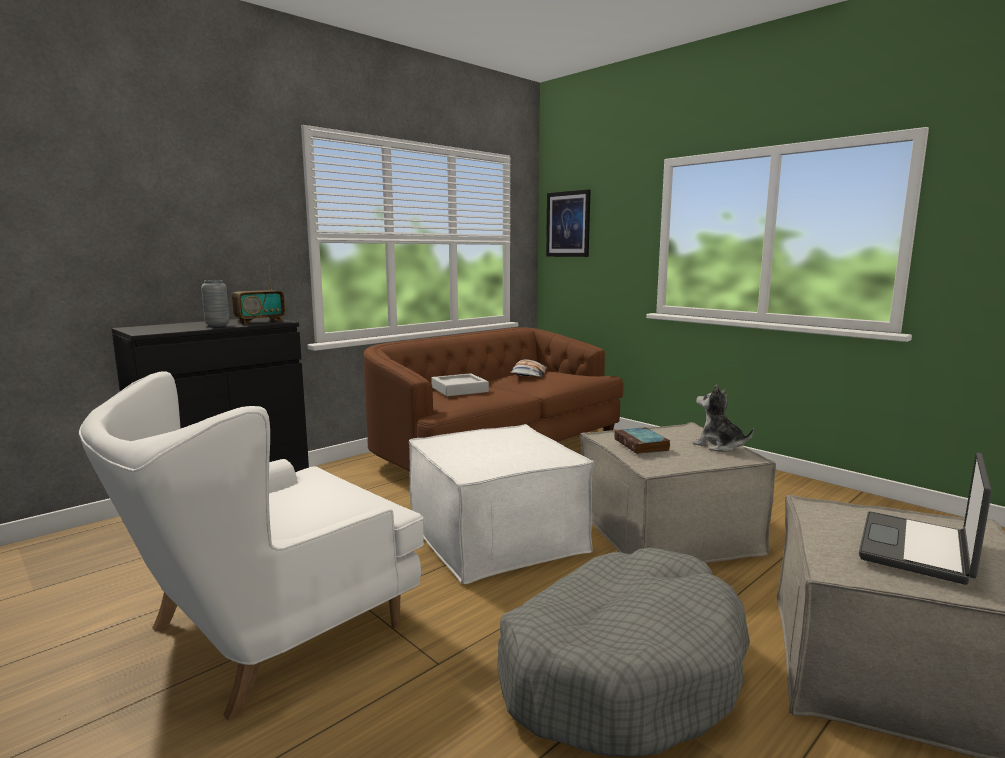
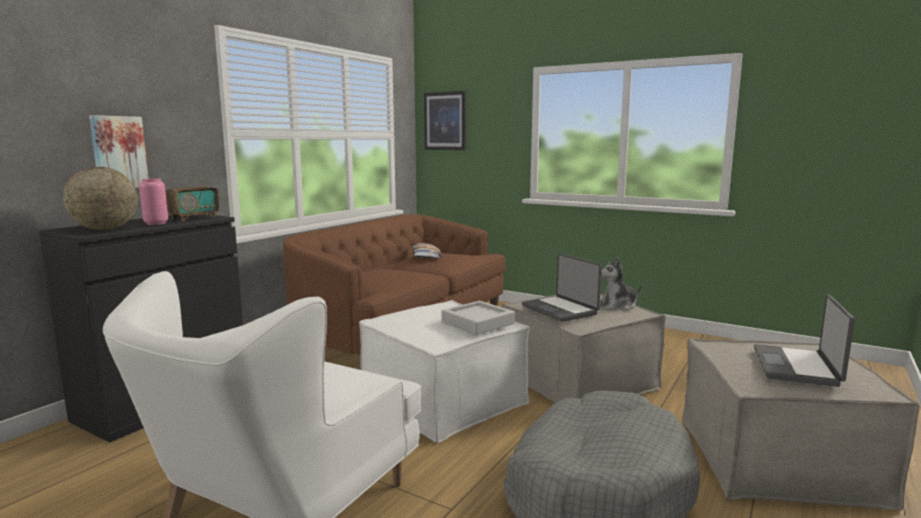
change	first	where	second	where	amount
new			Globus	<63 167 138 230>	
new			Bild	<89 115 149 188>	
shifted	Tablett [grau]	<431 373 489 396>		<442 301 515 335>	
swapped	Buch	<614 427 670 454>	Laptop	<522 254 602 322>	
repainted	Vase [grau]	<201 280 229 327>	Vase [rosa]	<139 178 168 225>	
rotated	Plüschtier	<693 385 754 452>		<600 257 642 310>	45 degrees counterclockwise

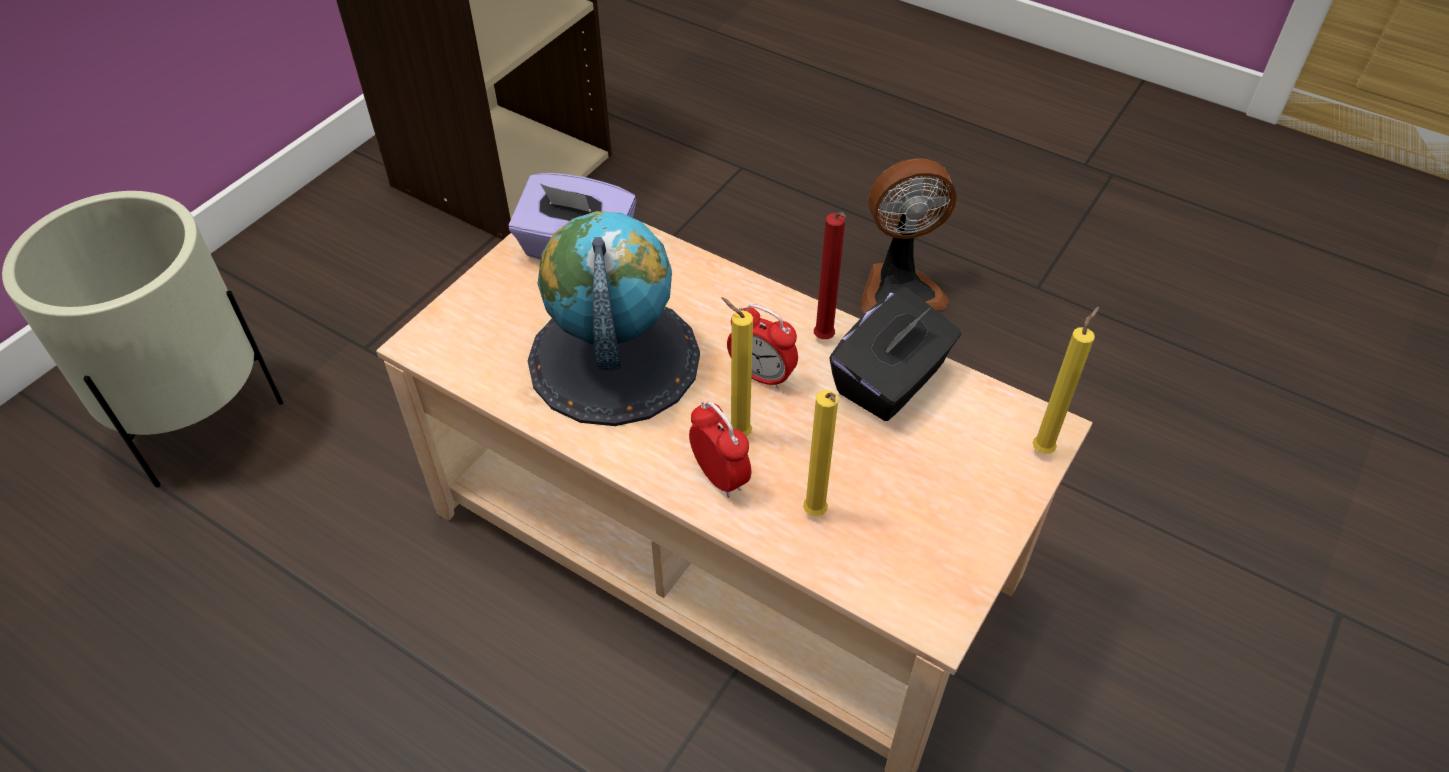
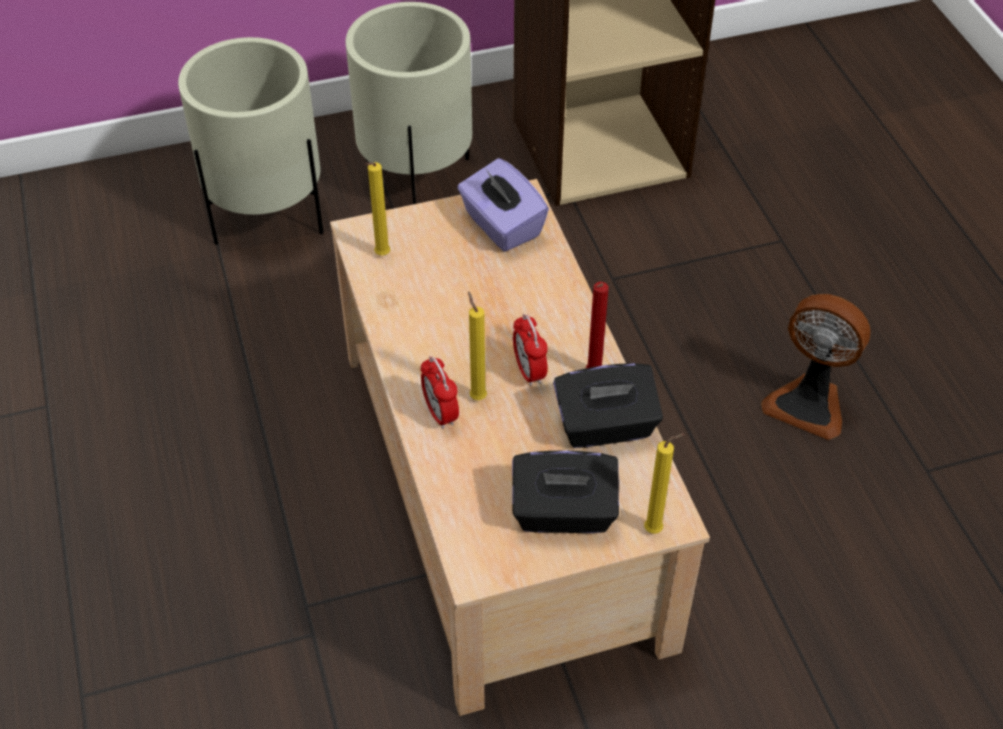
change	first	where	second	where	amount
gone	Globus	<528 211 700 426>			
new			Pflanzkübel [beige]	<345 2 472 204>	
new			Taschentuchbox [schwarz]	<512 450 619 533>	
shifted	Kerze [gelb]	<803 390 839 516>		<365 162 390 255>	
rotated	Wecker	<689 401 751 498>		<421 356 459 429>	150 degrees clockwise

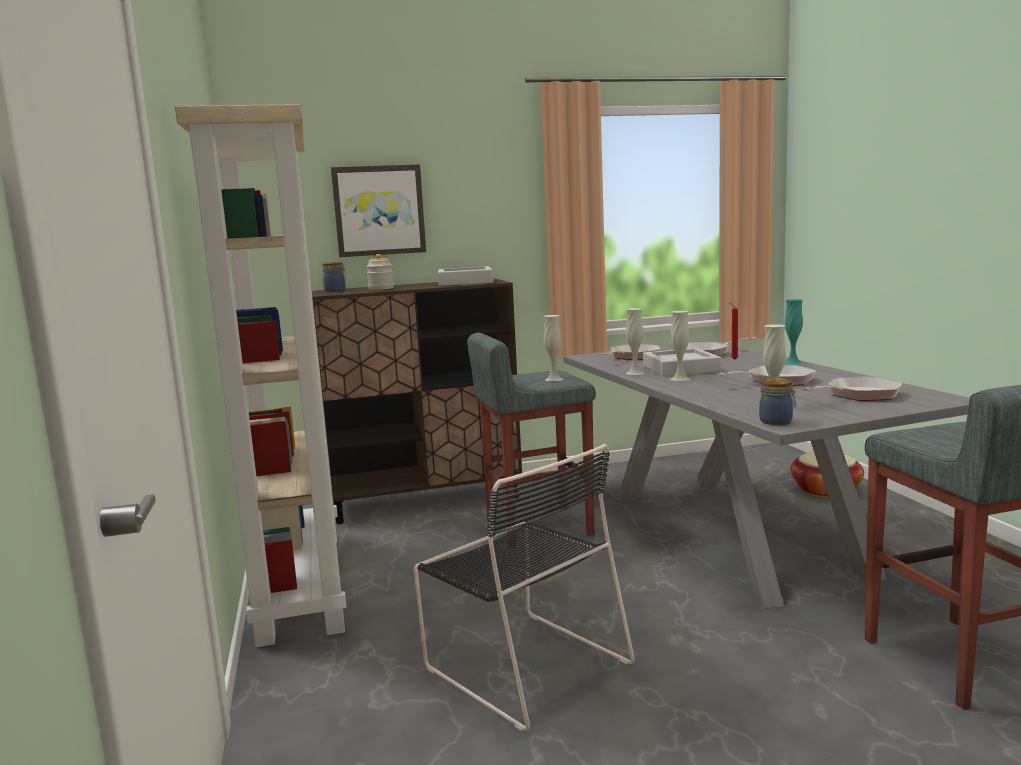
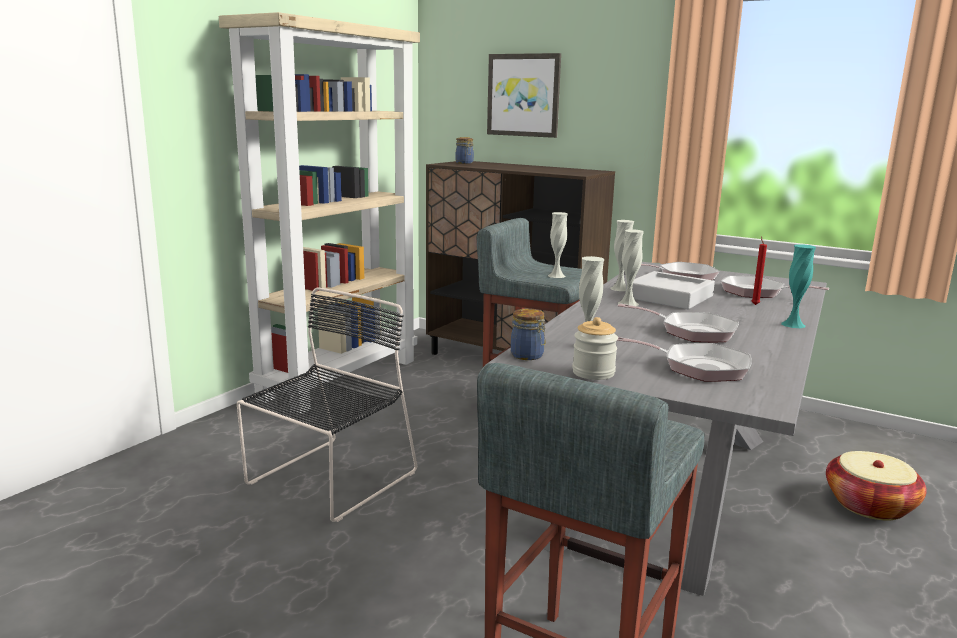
change	first	where	second	where	amount
gone	Tablett [grau]	<438 266 494 286>			
shifted	Vorratsglas	<366 254 394 290>		<572 317 618 380>	
rotated	Stuhl [schwarz]	<414 444 635 731>		<237 287 417 522>	150 degrees counterclockwise

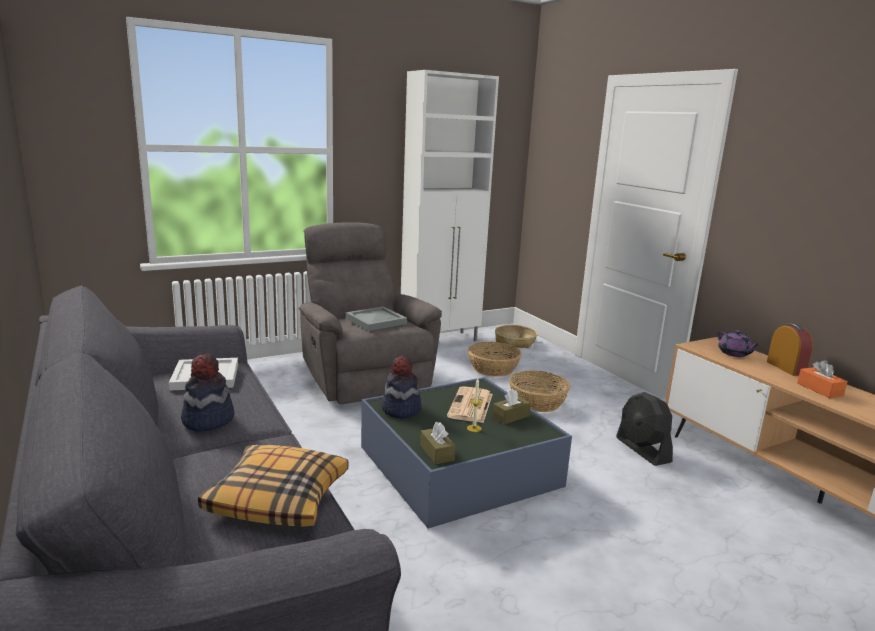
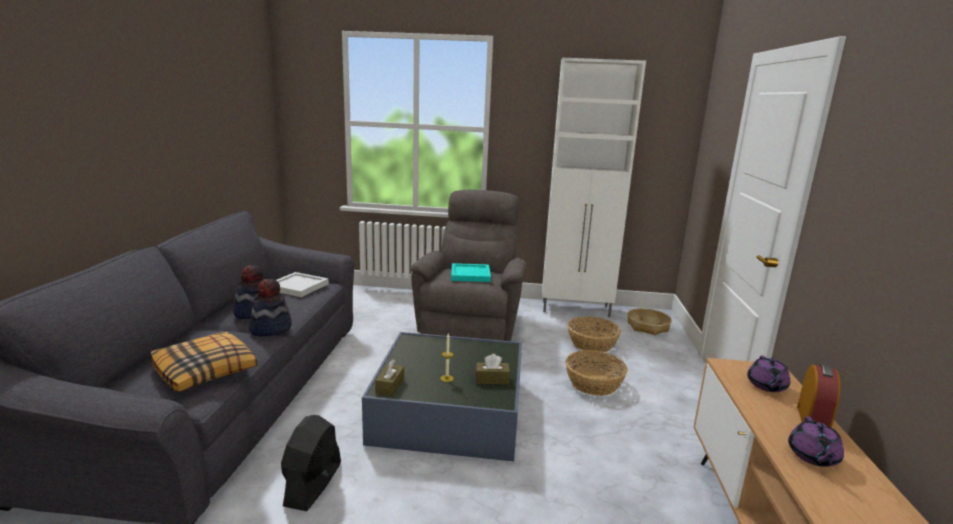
change	first	where	second	where	amount
gone	Zeitung	<447 386 493 423>			
shifted	Hut	<381 355 422 419>		<249 279 292 336>	
shifted	Ventilator [schwarz]	<616 392 673 466>		<281 415 341 511>	
swapped	Taschentuchbox [orange]	<797 360 848 398>	Teekanne [lila]	<788 416 844 467>	
repainted	Tablett [grau]	<346 306 407 331>	Tablett [türkis]	<451 263 491 282>	

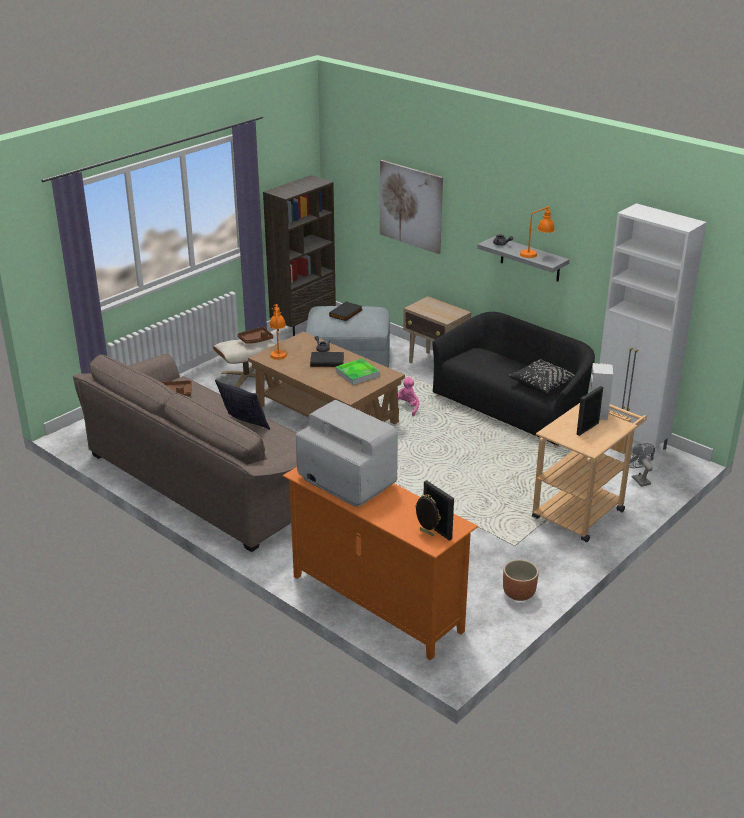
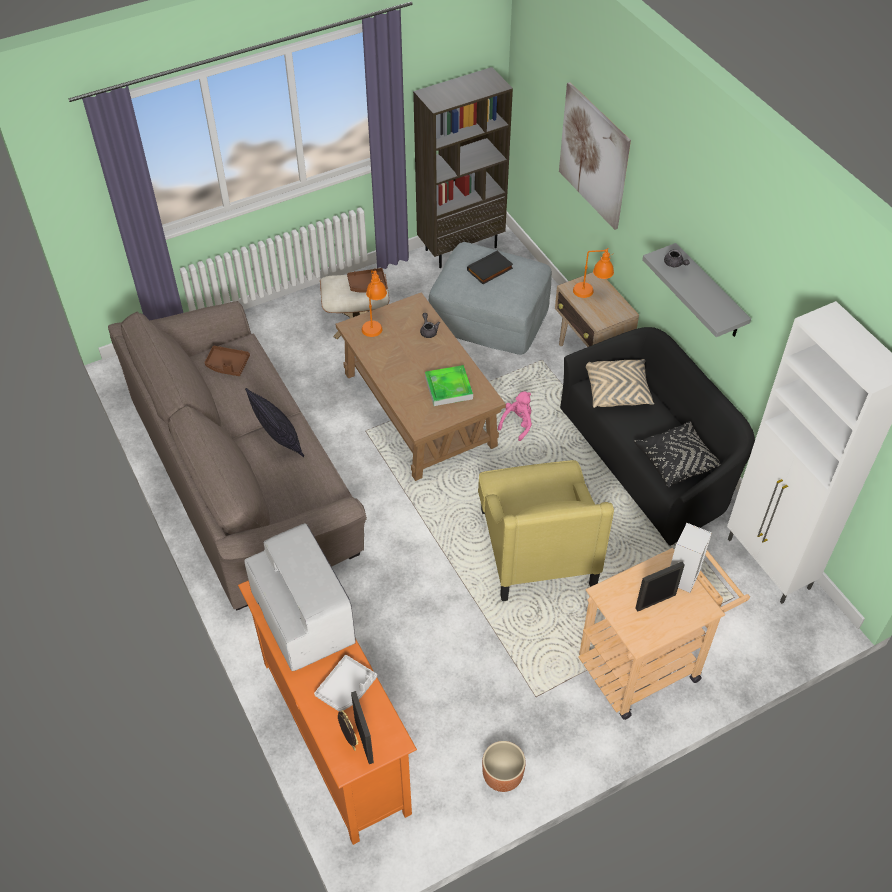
change	first	where	second	where	amount
gone	Buch [schwarz]	<310 352 344 367>			
gone	Ventilator [grau]	<630 443 655 487>			
new			Tablett [grau]	<314 655 377 711>	
new			Sessel [gelb]	<478 460 614 601>	
new			Kissen [beige]	<586 359 654 408>	
shifted	Tischlampe [orange]	<520 206 555 258>		<573 248 614 298>	

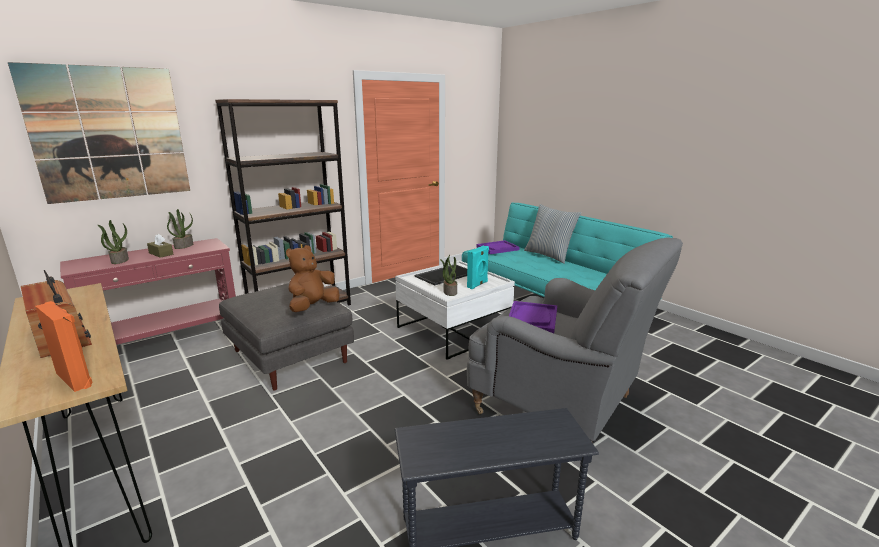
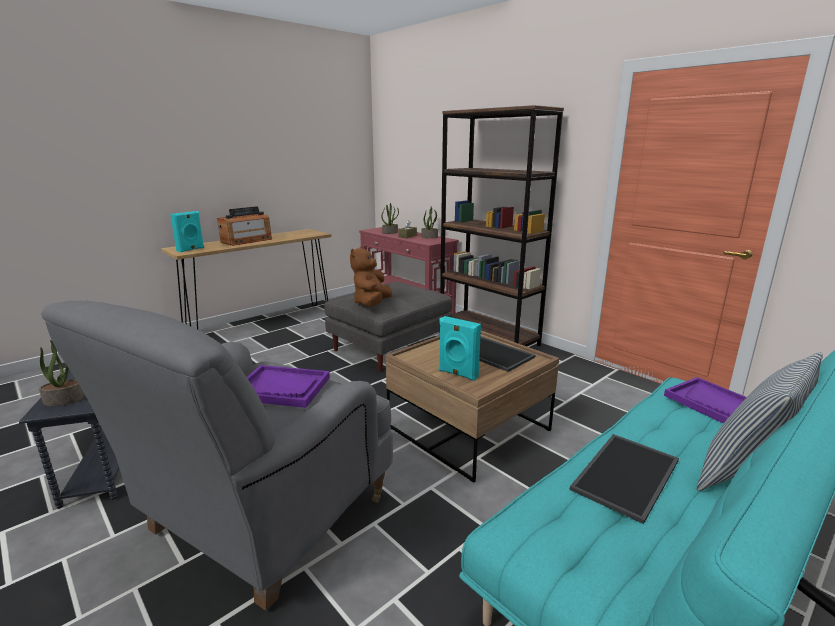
change	first	where	second	where	amount
gone	Bild	<8 62 190 204>			
new			Tablett	<570 434 679 524>	
shifted	Topfpflanze	<440 255 457 296>		<39 340 85 406>	
repainted	Lautsprecher [orange]	<35 301 92 392>	Lautsprecher [türkis]	<170 211 204 252>	
repainted	Couchtisch [weiß]	<395 260 515 360>	Couchtisch [braun]	<386 330 559 482>	
rotated	Plüschtier [braun]	<286 245 340 312>		<350 246 392 306>	105 degrees counterclockwise

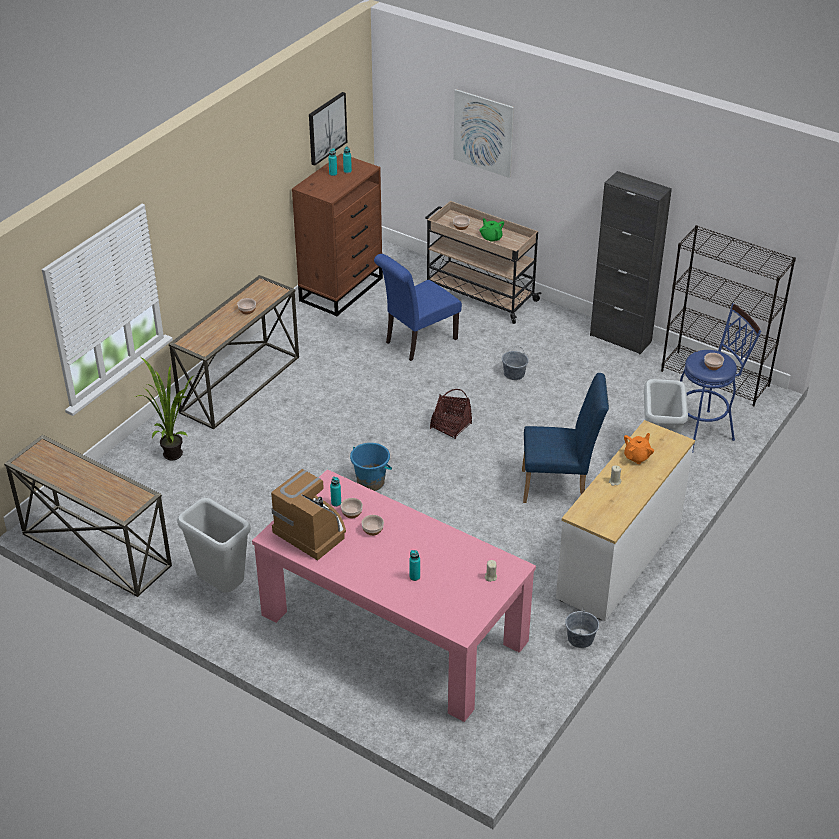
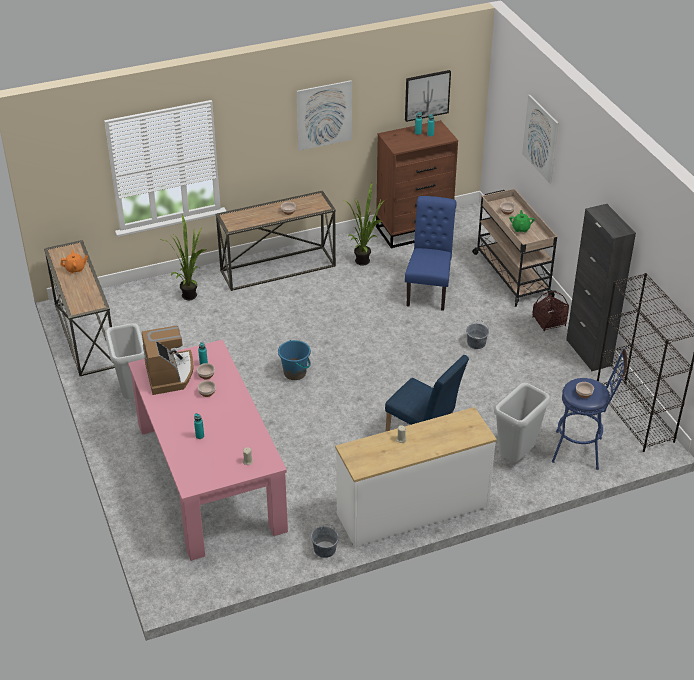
change	first	where	second	where	amount
new			Bild	<297 80 352 151>	
new			Topfpflanze	<343 183 385 266>	
shifted	Korb	<430 389 472 439>		<532 291 569 331>	
shifted	Teekanne [orange]	<624 433 654 464>		<60 251 88 274>	
rotated	Stuhl [blau]	<374 254 462 361>		<405 196 457 311>	105 degrees clockwise

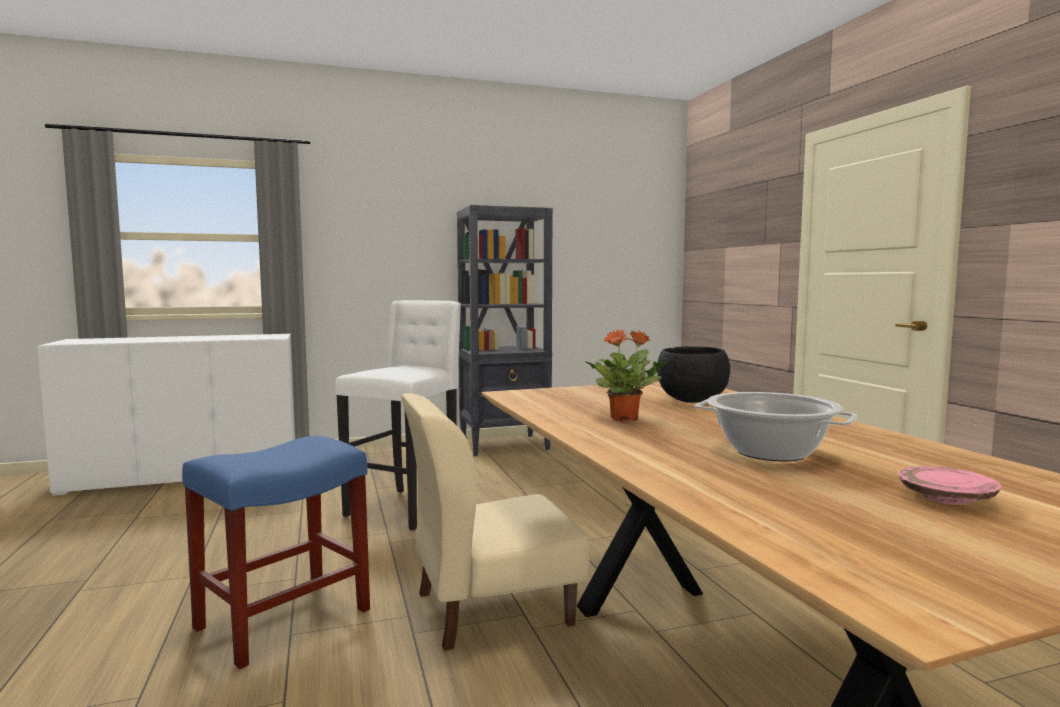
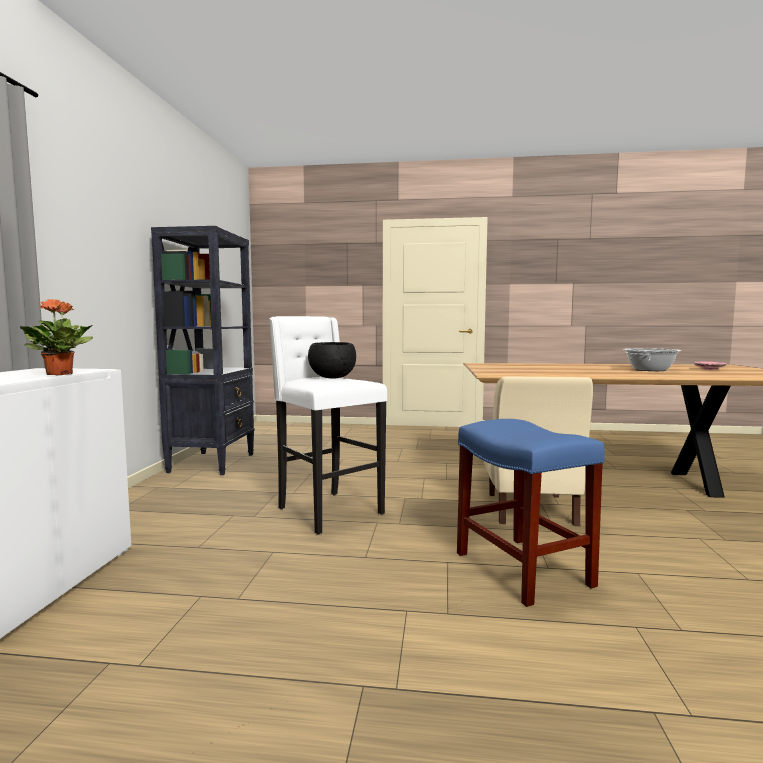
change	first	where	second	where	amount
shifted	Topfpflanze	<584 329 670 421>		<20 299 93 375>	
shifted	Schüssel [schwarz]	<657 346 730 403>		<308 342 356 378>	

